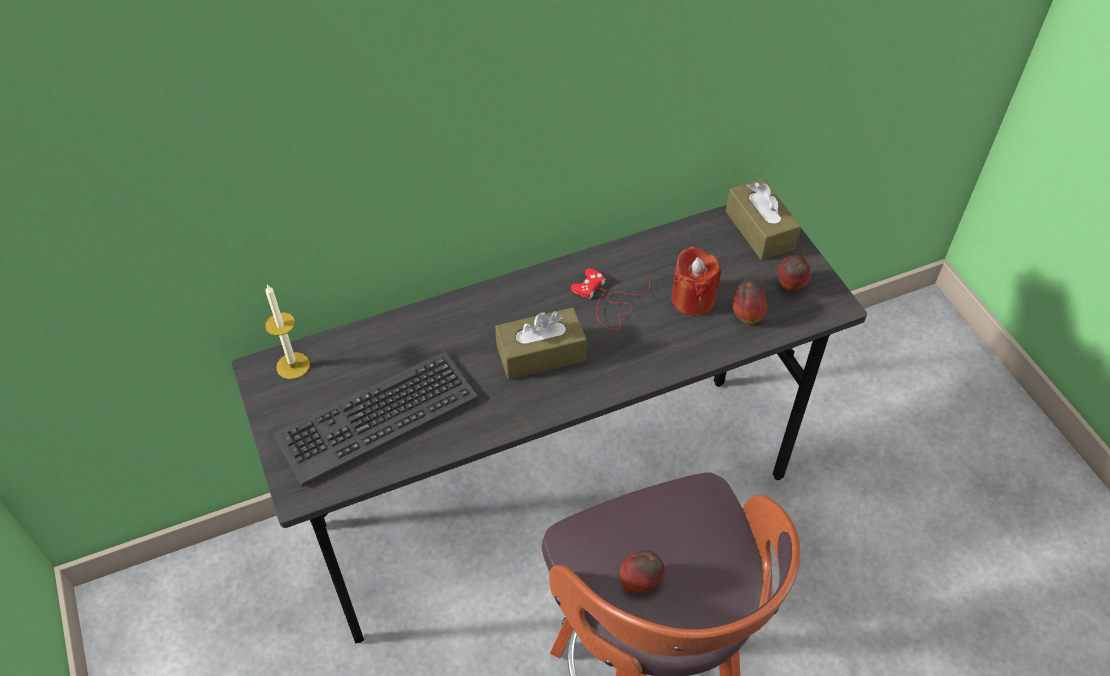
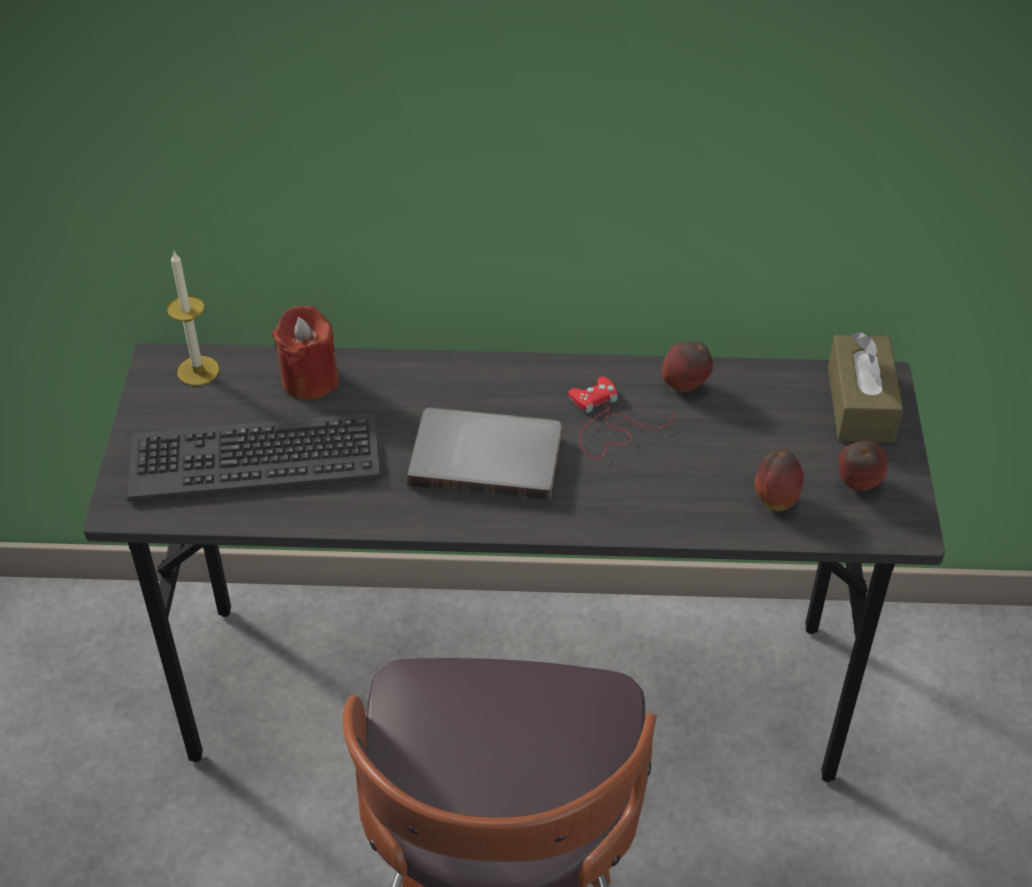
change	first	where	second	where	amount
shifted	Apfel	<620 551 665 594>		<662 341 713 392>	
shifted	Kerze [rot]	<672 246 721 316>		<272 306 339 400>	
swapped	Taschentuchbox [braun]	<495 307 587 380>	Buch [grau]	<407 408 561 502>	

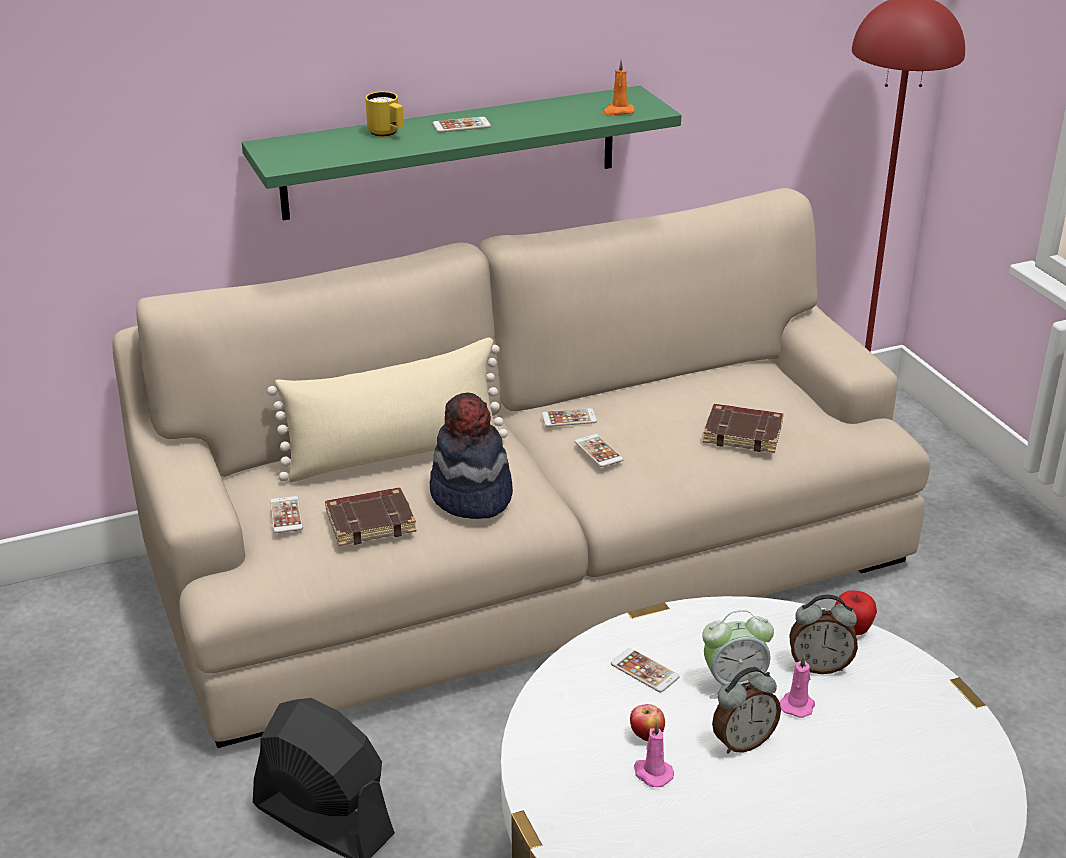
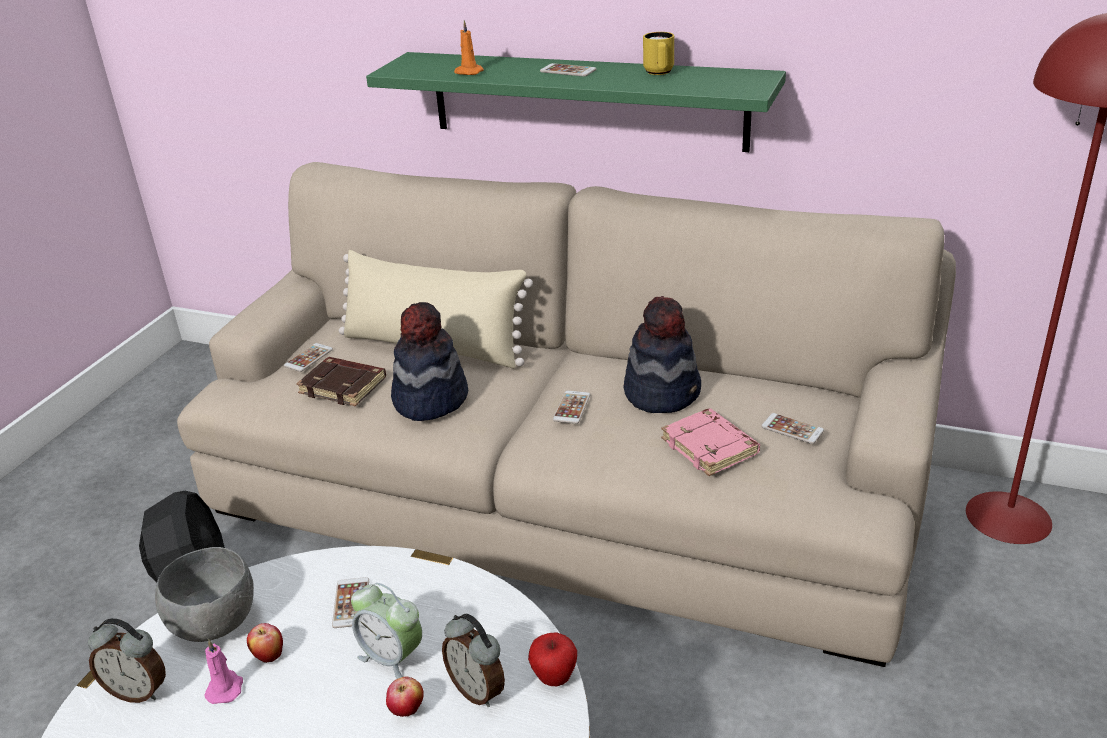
change	first	where	second	where	amount
new			Schüssel [grau]	<155 547 254 642>	
new			Hut	<623 296 701 413>	
shifted	Henkelbecher [gelb]	<365 92 404 137>		<643 32 674 75>	
shifted	Handy	<542 408 597 427>		<761 413 824 444>	
shifted	Kerze [orange]	<602 60 635 115>		<454 20 484 75>	
shifted	Wecker	<712 667 781 754>		<88 618 166 703>	
swapped	Kerze [rosa]	<780 655 815 718>	Apfel	<386 676 424 717>	
repainted	Buch [braun]	<703 404 783 453>	Buch [rosa]	<661 408 760 476>	

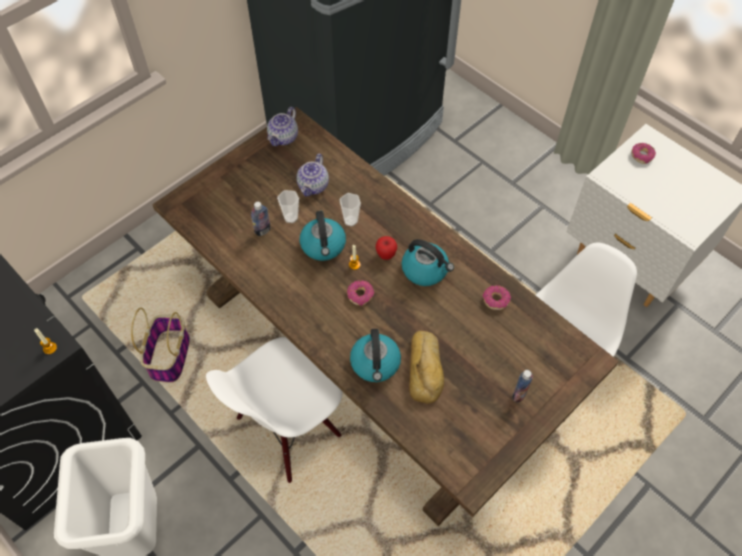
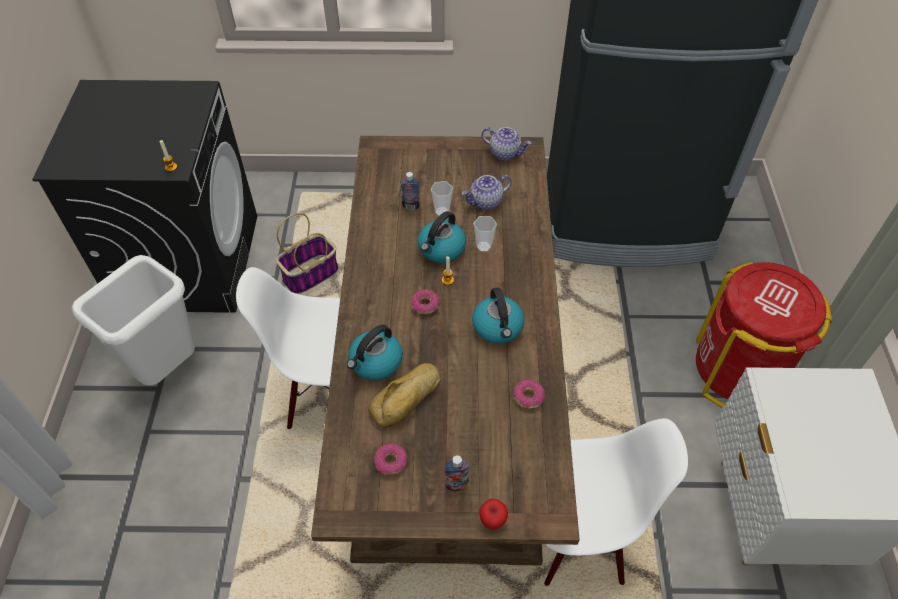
change	first	where	second	where	amount
new			Mülleimer [rot]	<696 262 832 408>	
shifted	Apfel	<376 236 397 260>		<479 499 508 530>	
shifted	Donut	<631 143 656 164>		<374 443 408 475>	
rotated	Teekanne	<267 107 298 146>		<481 127 531 160>	135 degrees counterclockwise

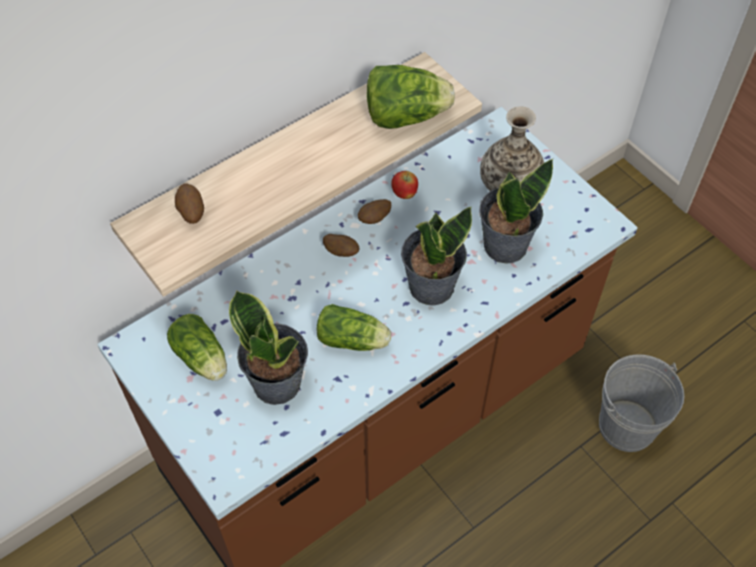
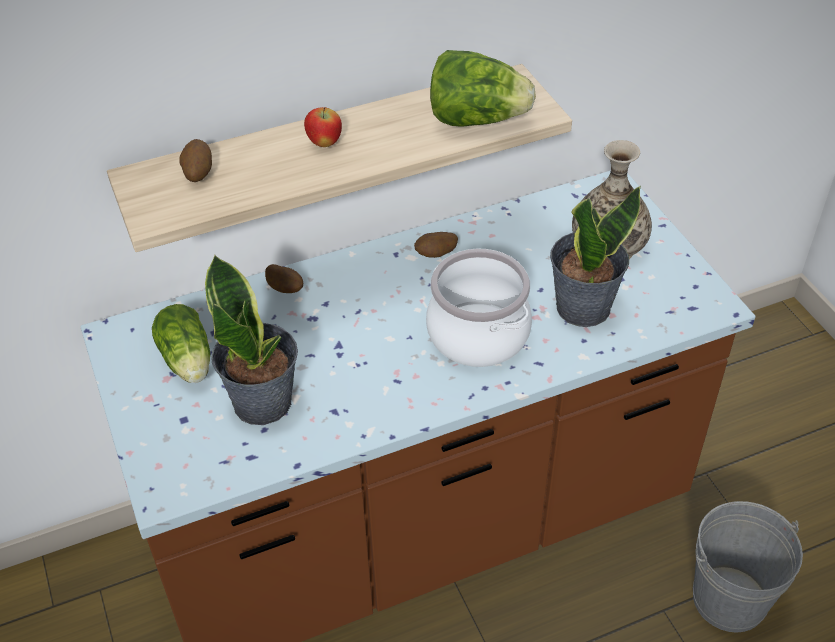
change	first	where	second	where	amount
gone	Salatkopf	<317 304 391 351>			
shifted	Kartoffel	<323 234 359 257>		<265 264 303 293>	
shifted	Apfel	<391 171 418 199>		<304 107 342 147>	
swapped	Topfpflanze	<401 206 472 306>	Kochtopf	<426 249 532 367>	

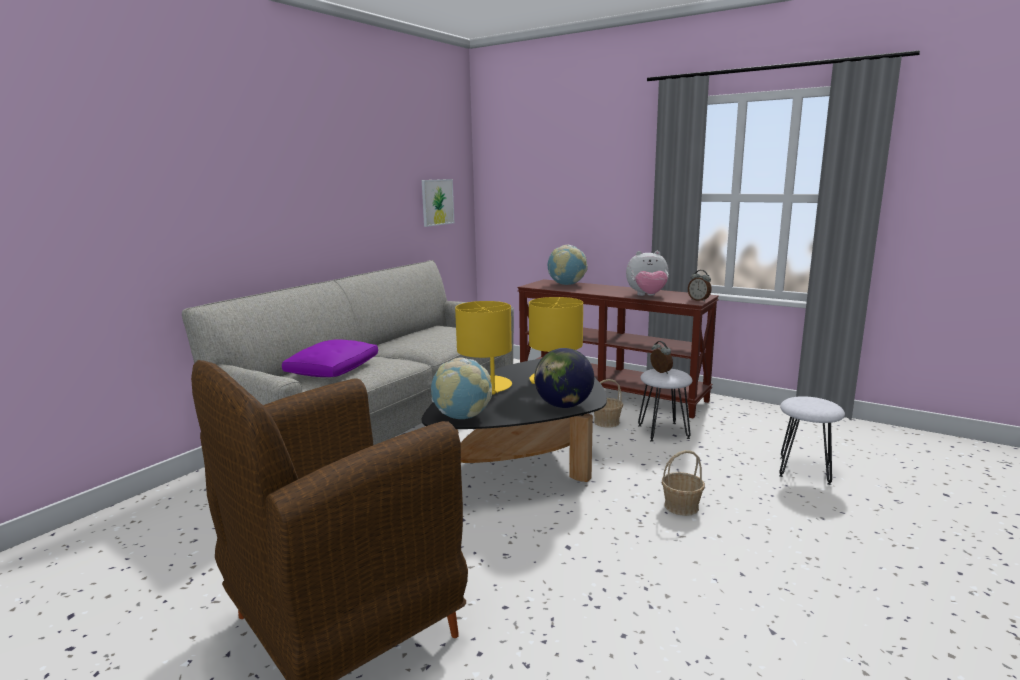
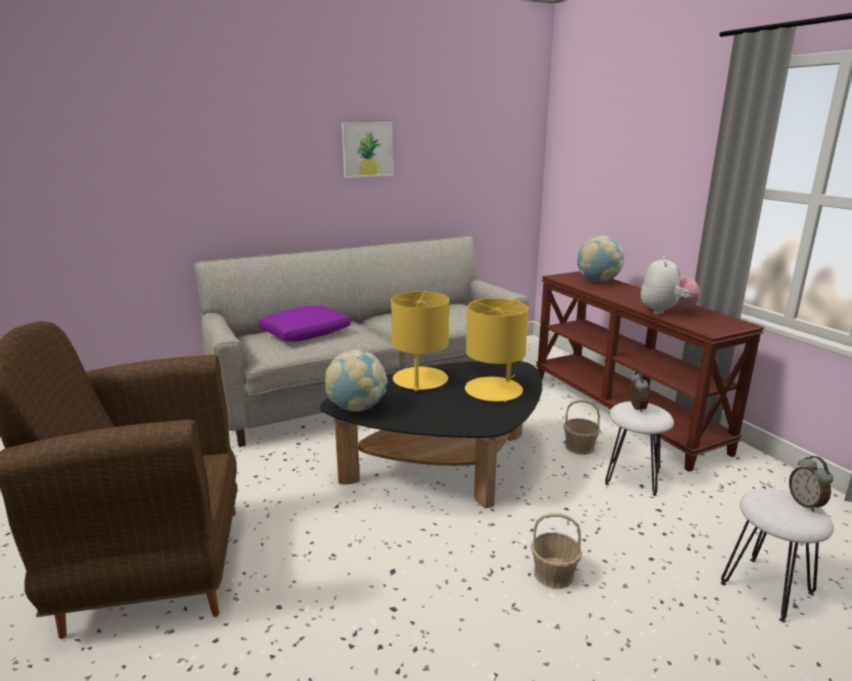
change	first	where	second	where	amount
gone	Globus	<534 348 594 408>			
shifted	Bild	<422 179 454 227>		<342 122 393 178>	
shifted	Wecker	<688 270 712 302>		<789 456 833 512>	
rotated	Plüschtier	<626 251 669 296>		<641 256 700 315>	105 degrees counterclockwise

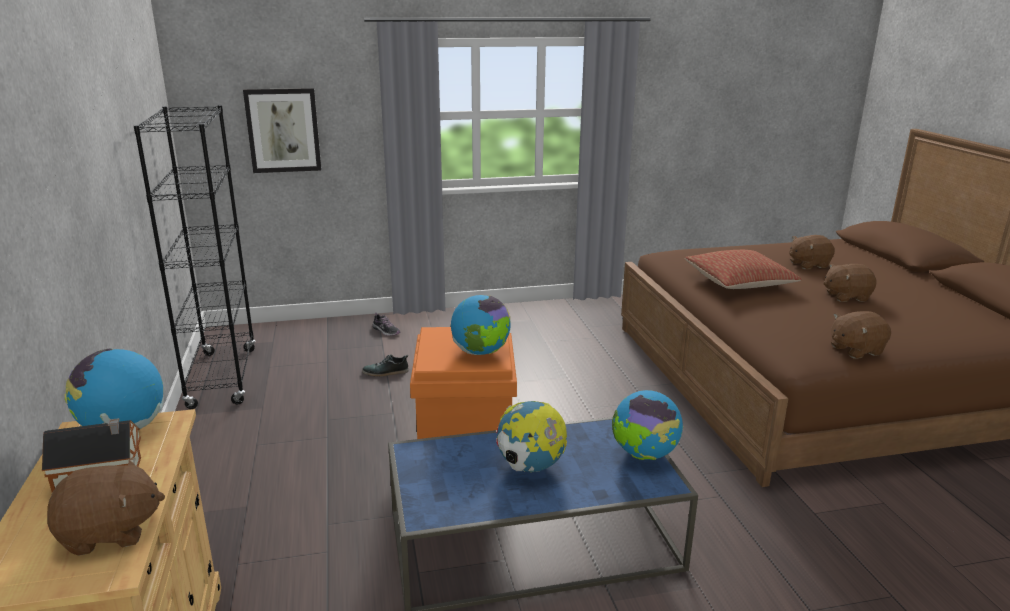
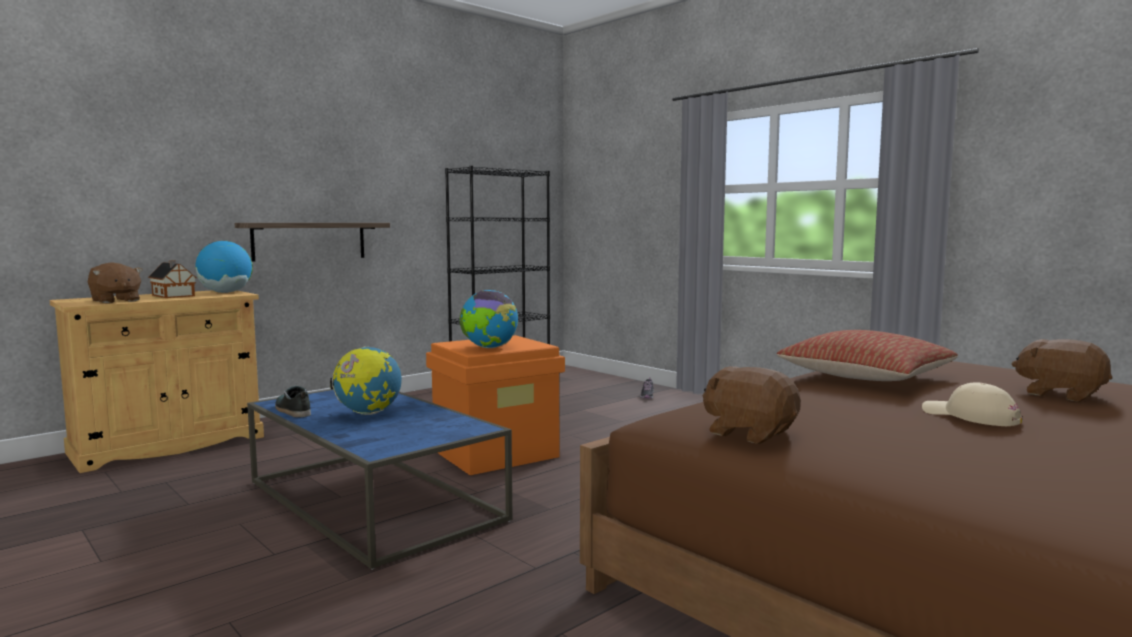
change	first	where	second	where	amount
gone	Bild	<243 88 321 173>			
gone	Globus	<612 390 683 460>			
new			Wandregal	<235 223 390 262>	
shifted	Schuh	<362 355 408 377>		<275 386 311 418>	
swapped	Plüschtier [braun]	<823 264 876 302>	Kappe [beige]	<922 383 1022 426>	

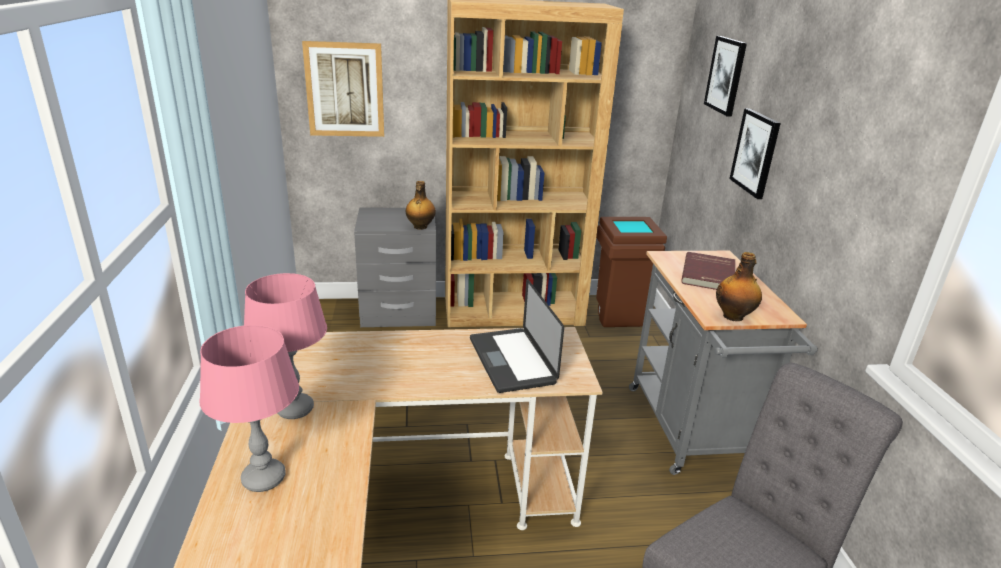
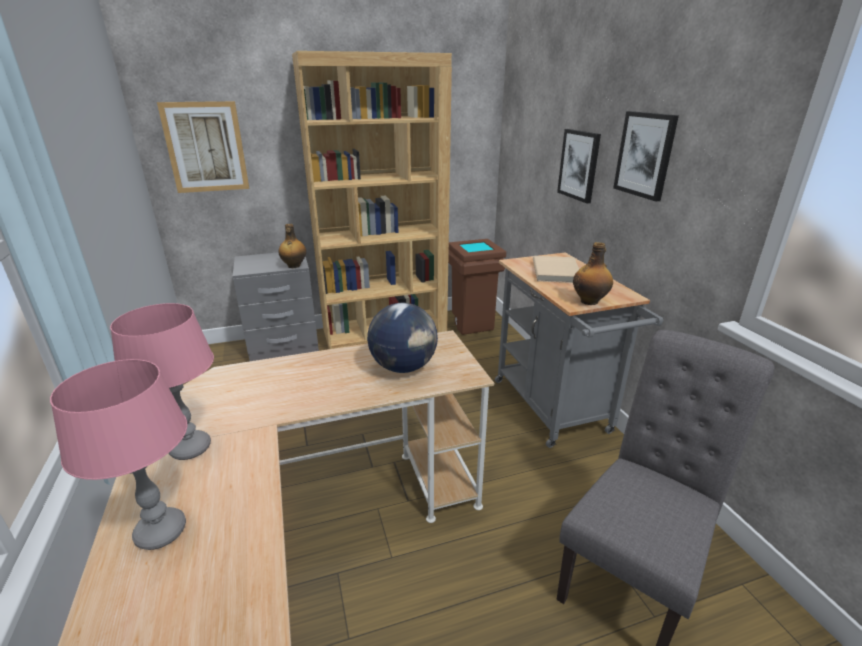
change	first	where	second	where	amount
shifted	Bild	<704 36 747 117>		<613 111 679 201>	
swapped	Laptop	<470 279 564 393>	Globus	<367 303 438 373>	
repainted	Buch [rot]	<681 252 735 290>	Buch [beige]	<533 256 579 283>	

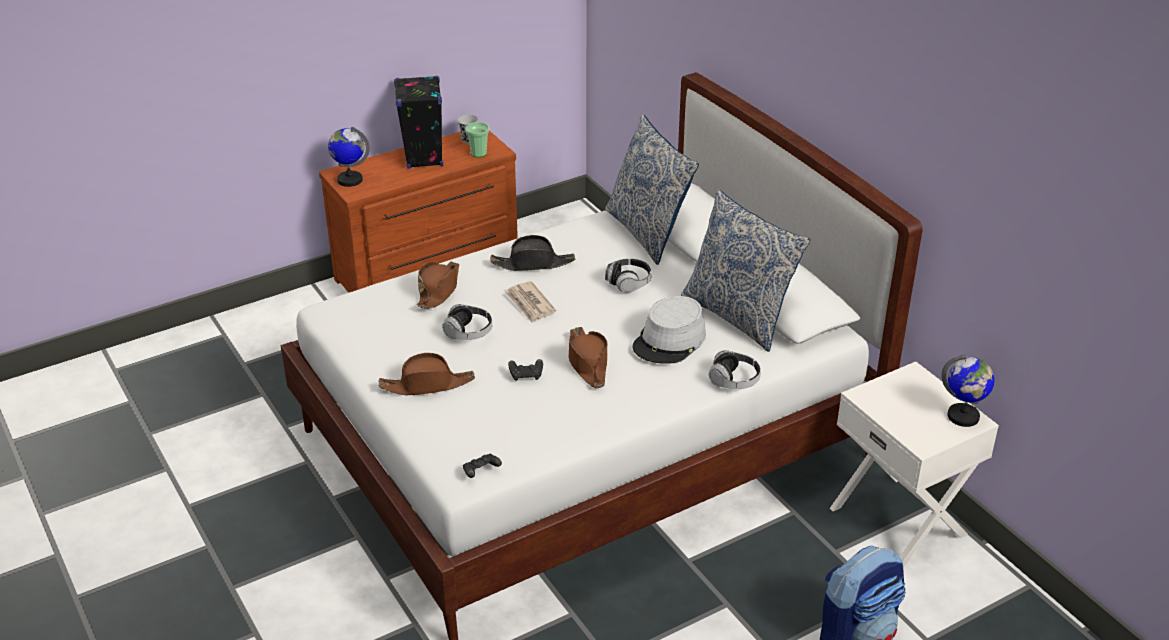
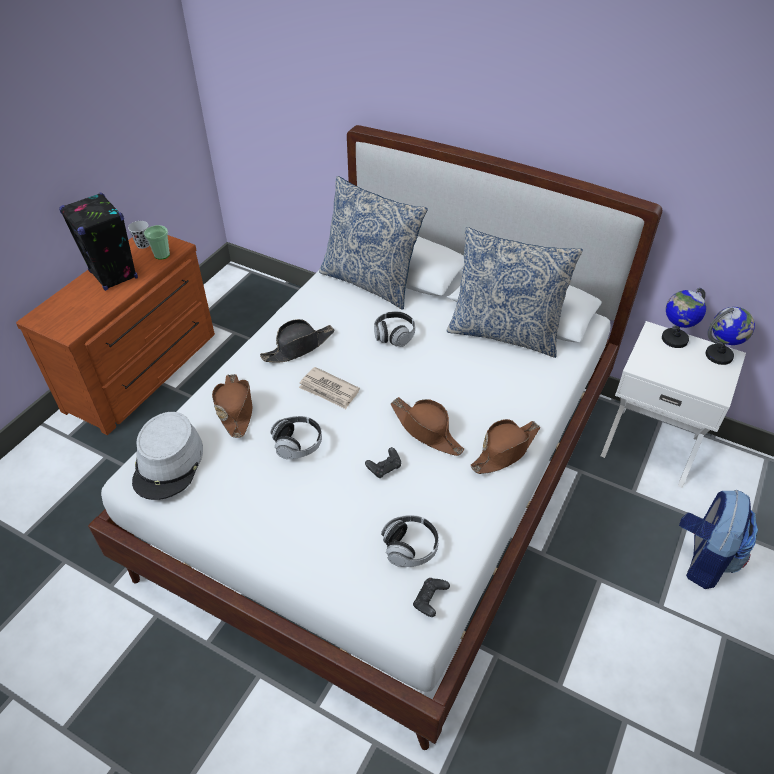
change	first	where	second	where	amount
shifted	Globus	<328 127 370 187>		<662 288 706 348>	
shifted	Hut [braun]	<379 353 475 395>		<471 419 540 474>	
shifted	Hut [grau]	<633 296 706 364>		<132 412 203 500>	
shifted	Kopfhörer	<709 350 761 389>		<381 515 439 567>	

